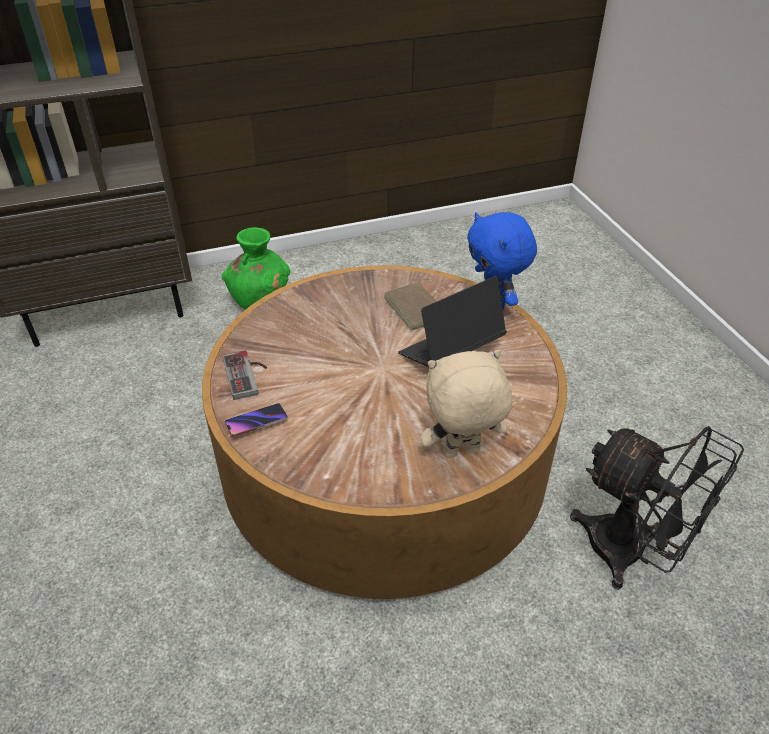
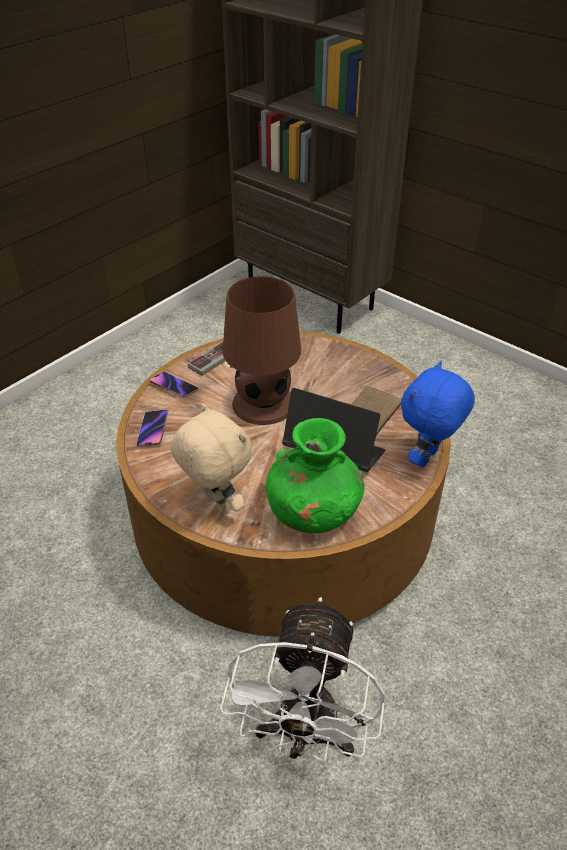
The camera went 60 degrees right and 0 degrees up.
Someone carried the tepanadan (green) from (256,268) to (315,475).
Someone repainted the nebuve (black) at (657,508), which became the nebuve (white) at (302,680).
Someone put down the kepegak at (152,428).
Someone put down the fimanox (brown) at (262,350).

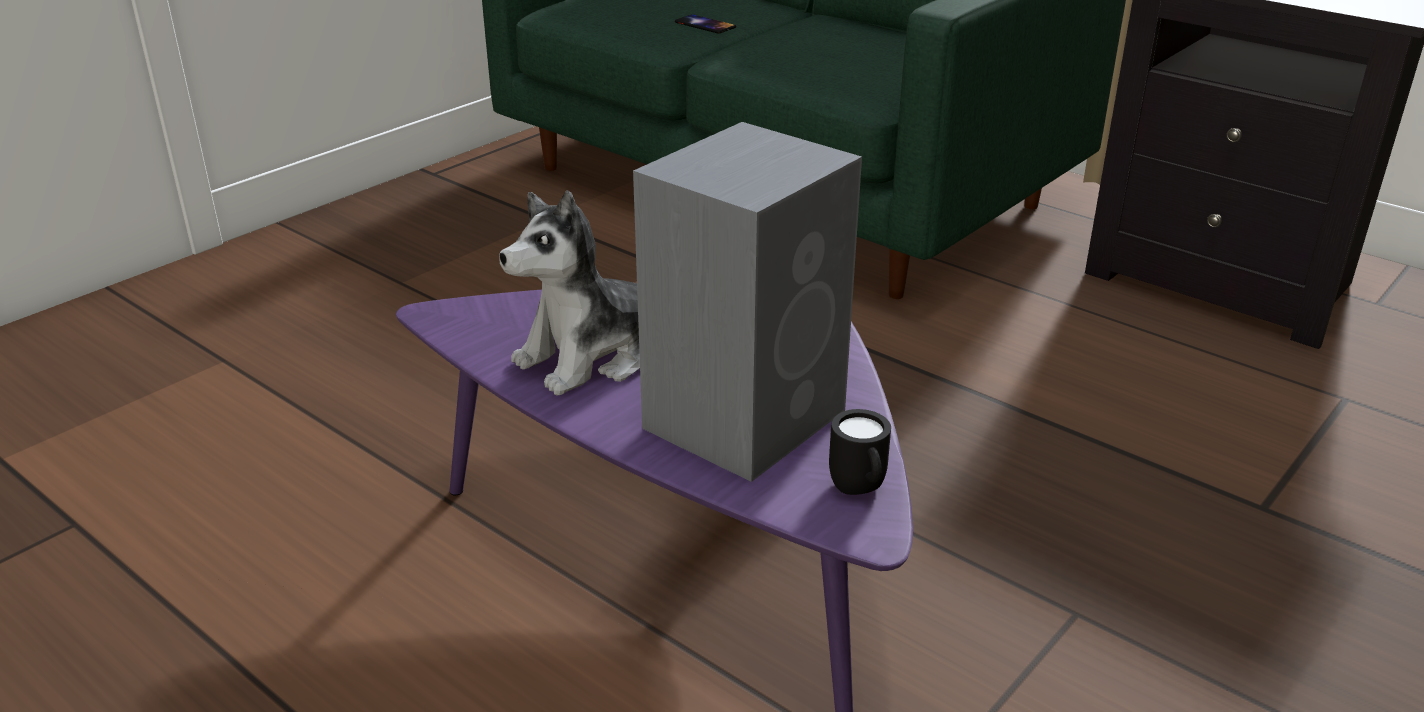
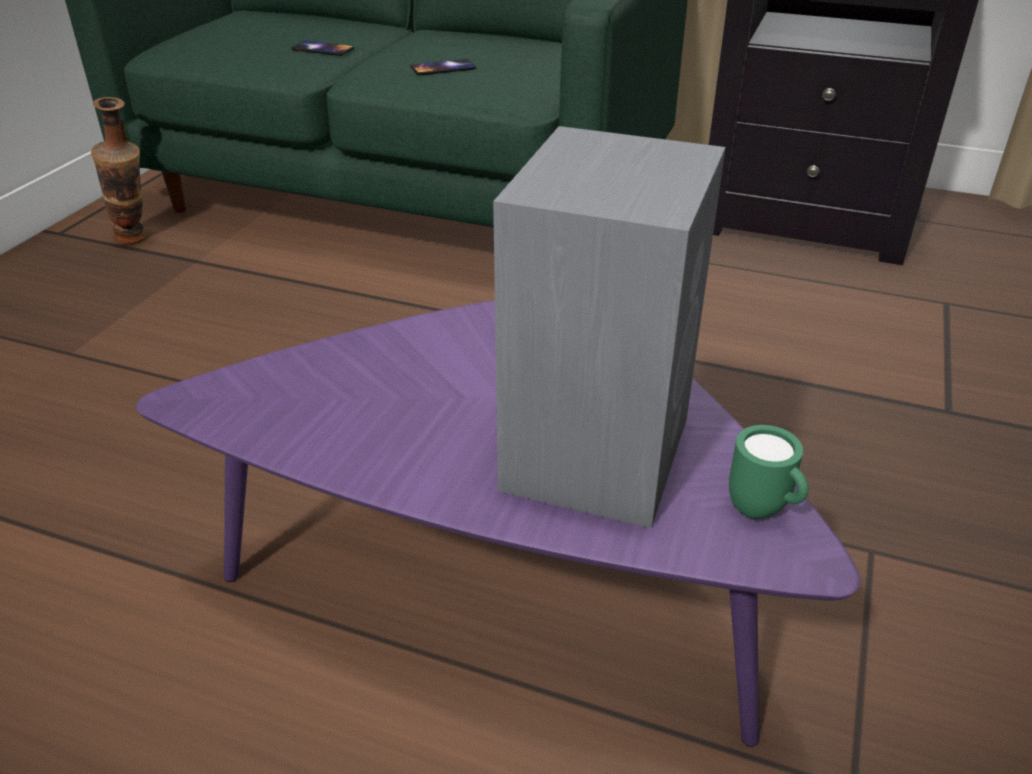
The camera went 20 degrees left and 5 degrees up.
Someone took away the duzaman at (569,292).
Someone repainted the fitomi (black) at (860,452), which became the fitomi (green) at (769,472).
Someone put down the tepanadan at (118,171).
Someone put down the kepegak at (443,67).

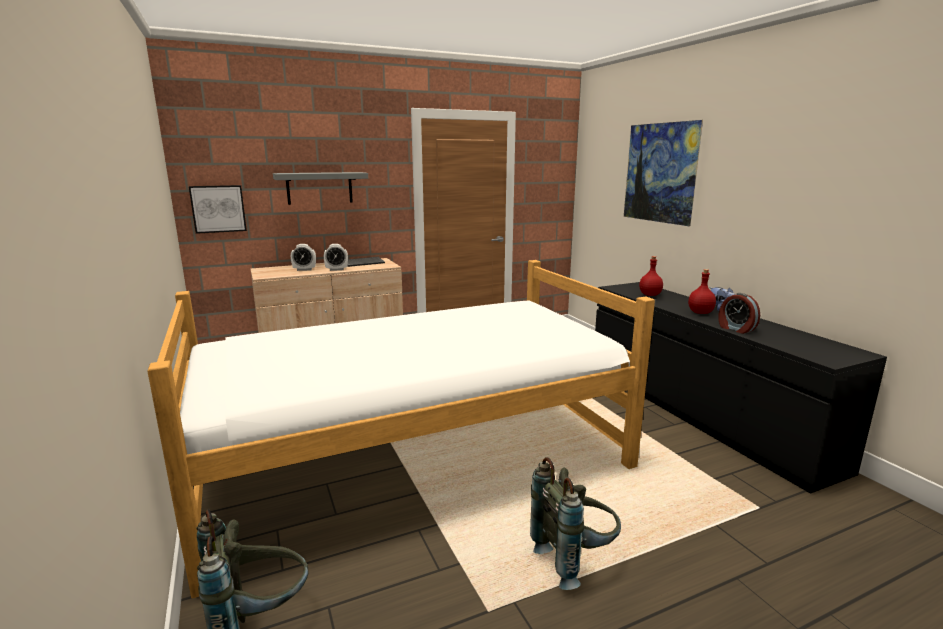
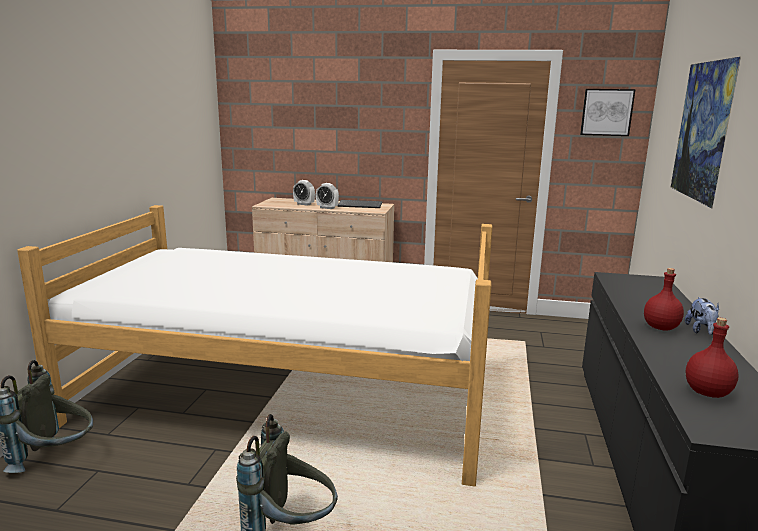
The camera went 35 degrees right and 0 degrees up.
Someone carried the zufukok from (218,209) to (608,112).
Someone took away the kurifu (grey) at (320,188).
Someone carried the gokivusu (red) from (651,276) to (712,358).
Someone took away the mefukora at (739,313).

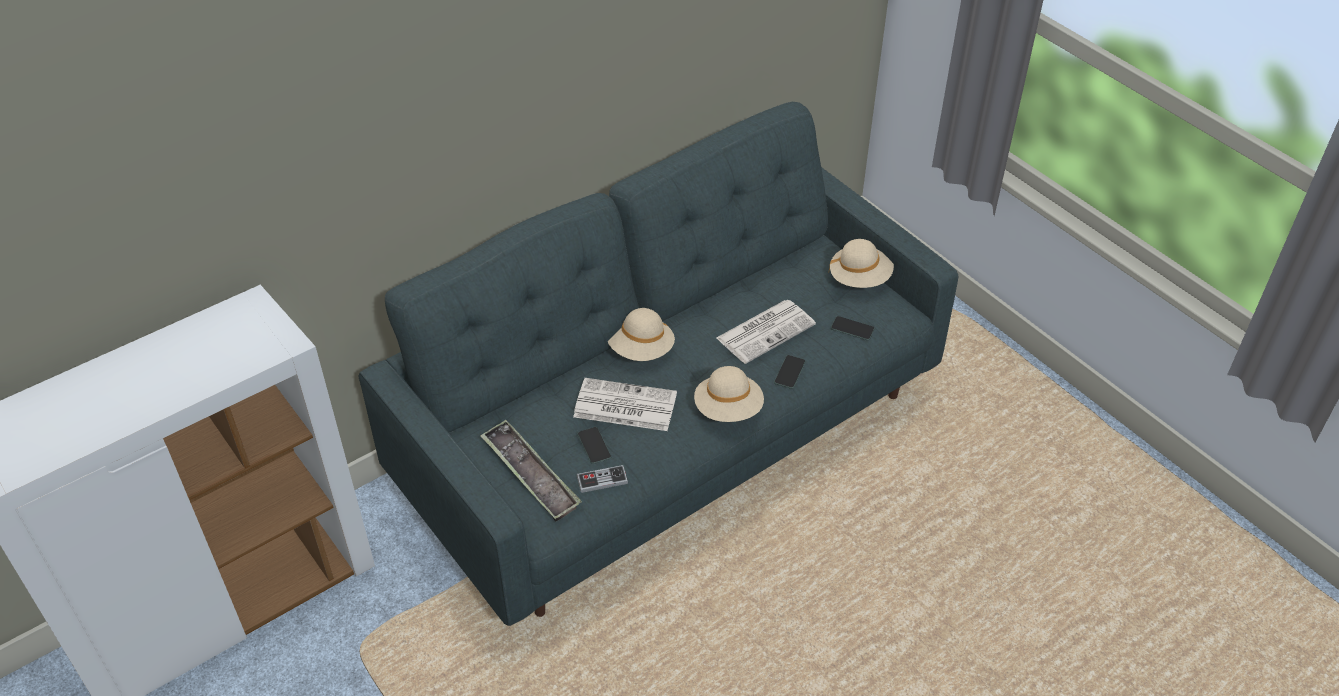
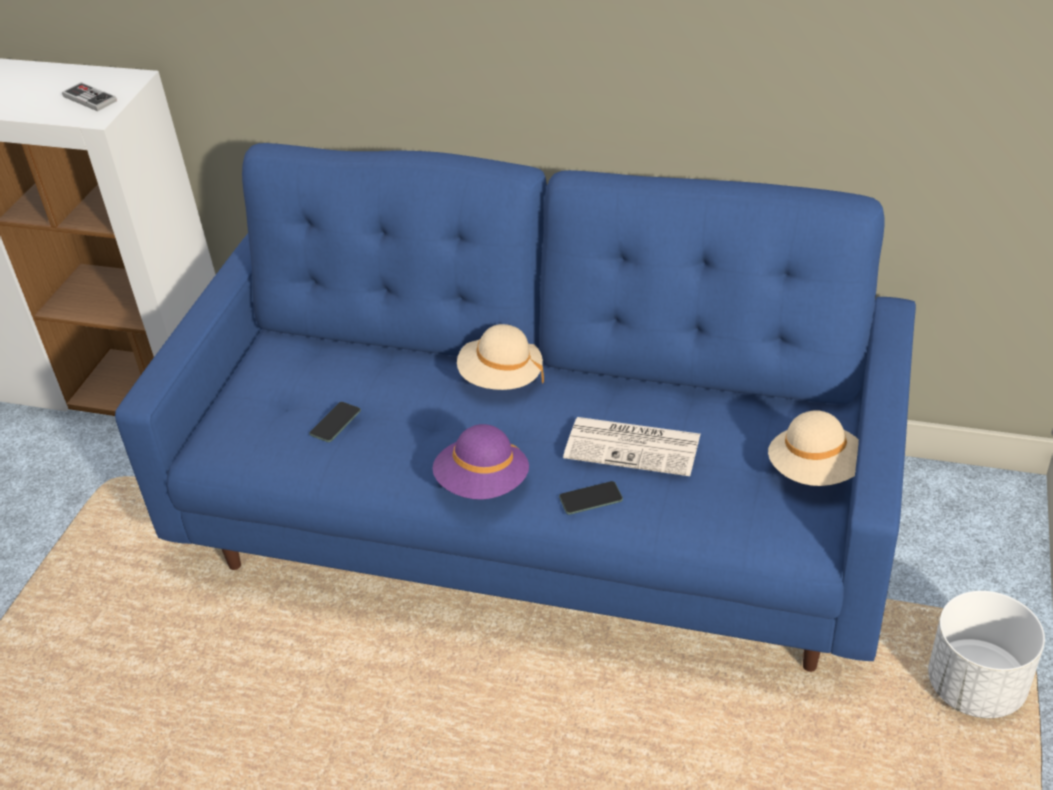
The camera went 55 degrees right and 5 degrees down.
Someone repainted the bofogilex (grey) at (658,364), which became the bofogilex (blue) at (515,407).
Someone took away the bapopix at (531,471).
Someone took away the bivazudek at (625,404).
Someone carried the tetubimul from (602,479) to (89,96).
Someone repainted the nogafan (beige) at (729,394), which became the nogafan (purple) at (480,462).
Someone took away the kepegak at (853,328).
Someone put down the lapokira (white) at (986,654).

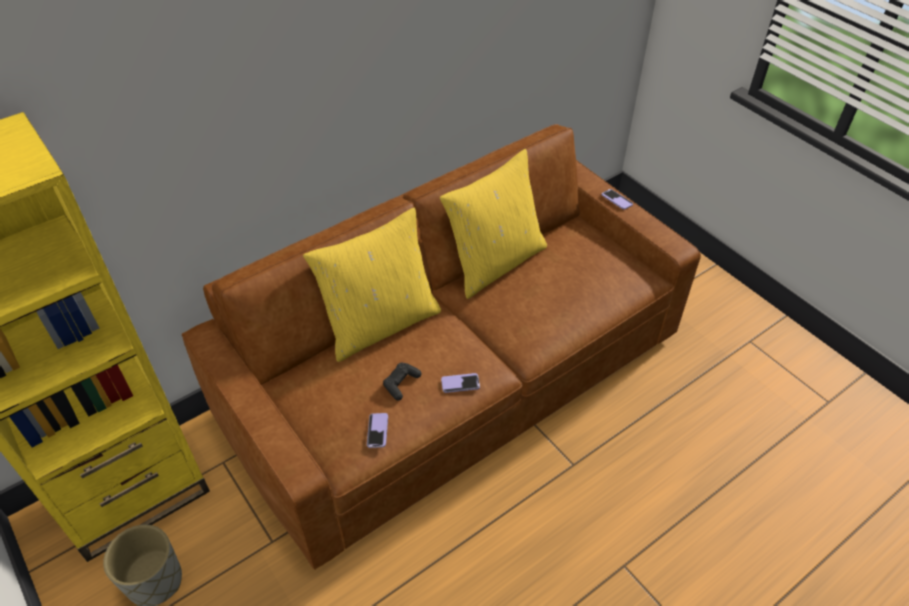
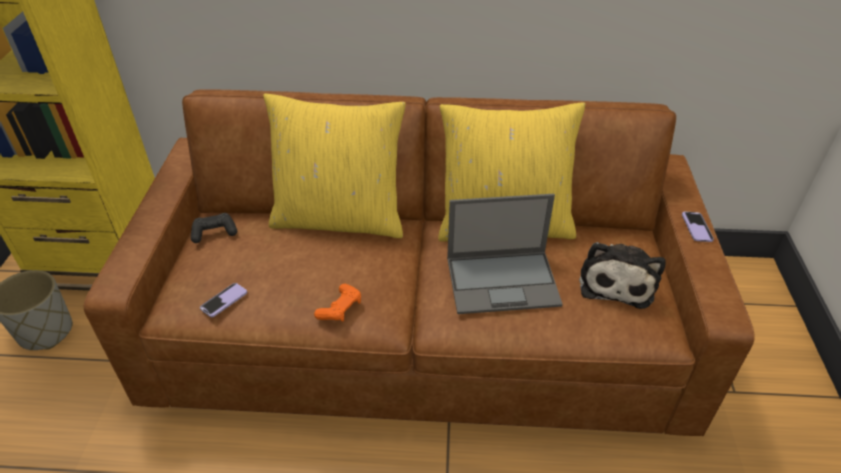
The camera went 40 degrees right and 5 degrees down.
Someone carried the tetubimul (black) from (402,381) to (214,228).
Someone swapped the kepegak at (460,383) for the tetubimul (orange) at (337,303).
Someone put down the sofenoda at (505,254).
Someone put down the duzaman at (622,275).

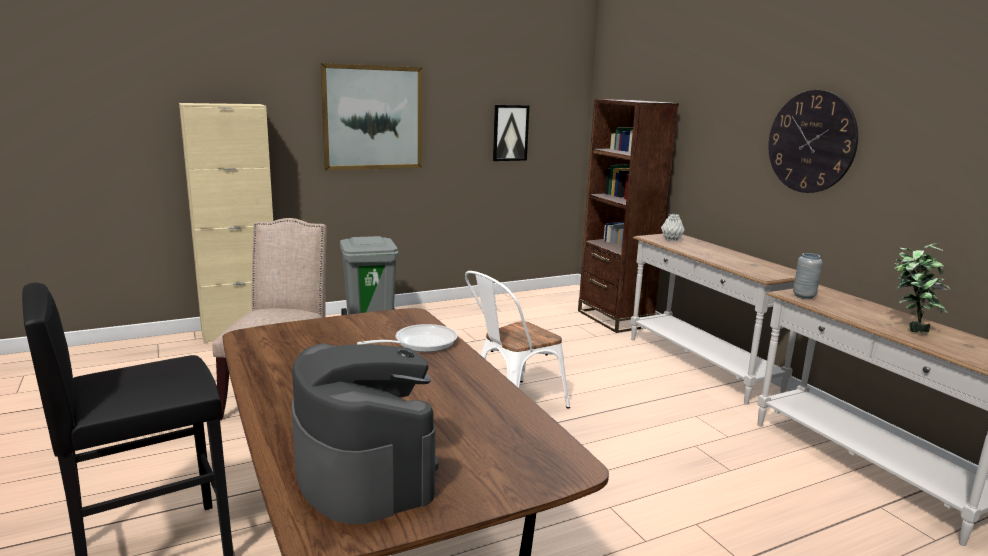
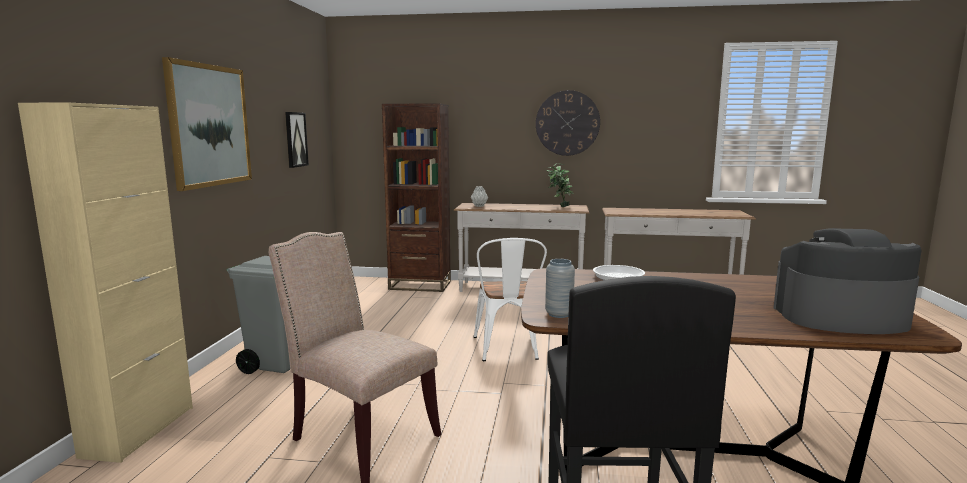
The camera went 55 degrees left and 5 degrees down.
Someone carried the tepanadan (grey) from (807,276) to (560,288).
Someone carried the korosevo from (922,287) to (560,185).

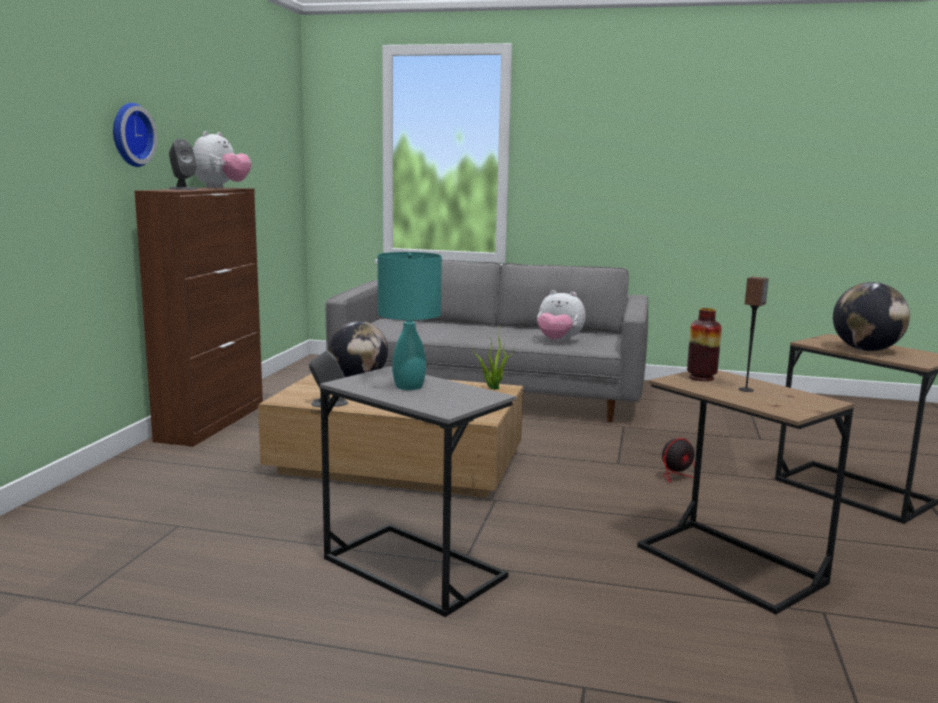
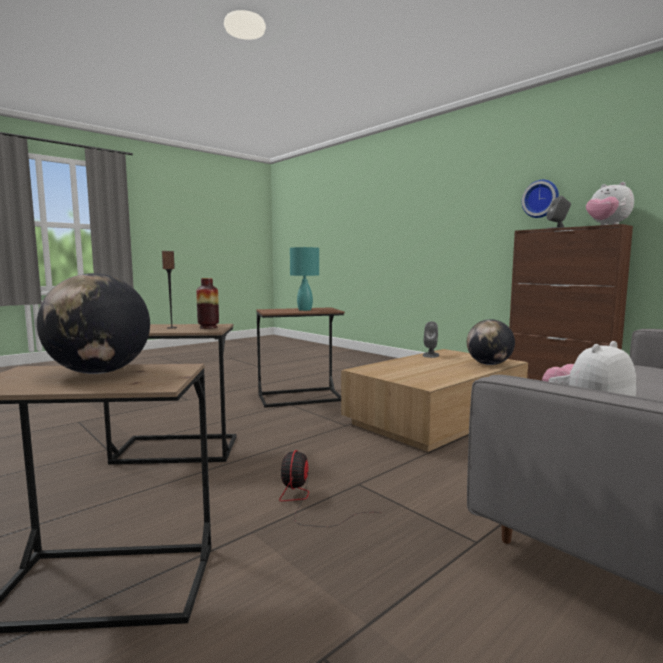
The camera went 125 degrees right and 5 degrees down.
Someone repainted the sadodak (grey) at (418,491), which became the sadodak (brown) at (300,357).
Someone took away the korosevo at (493,359).

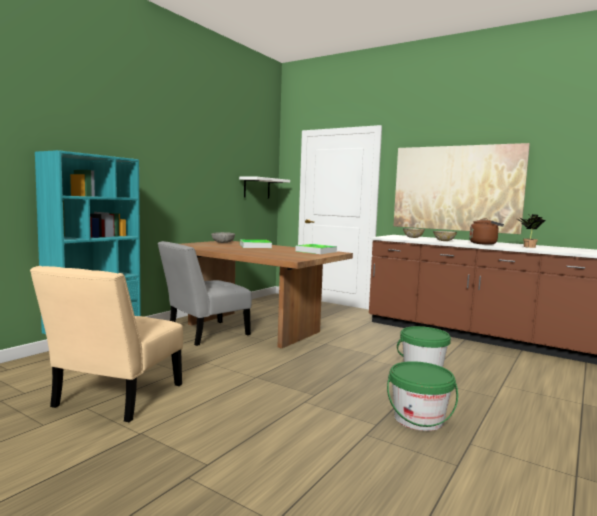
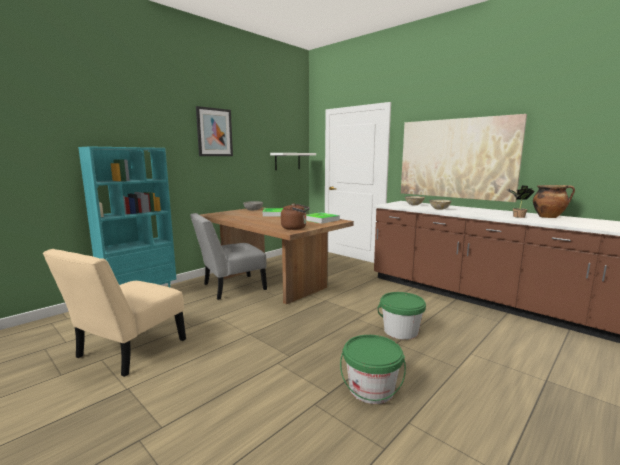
The camera went 10 degrees right and 5 degrees up.
Someone carried the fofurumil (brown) from (486,231) to (295,217).
Someone put up the zufukok at (214,131).
Someone put down the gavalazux at (554,201).

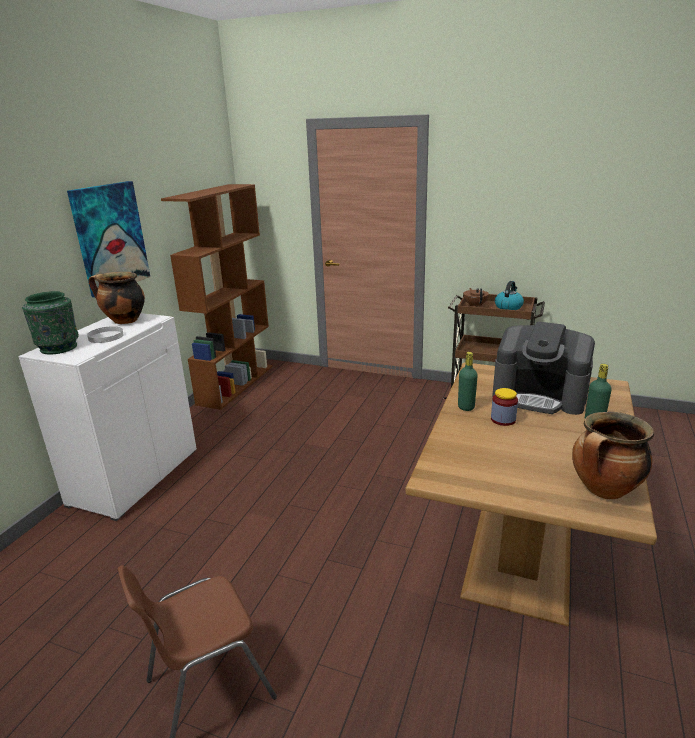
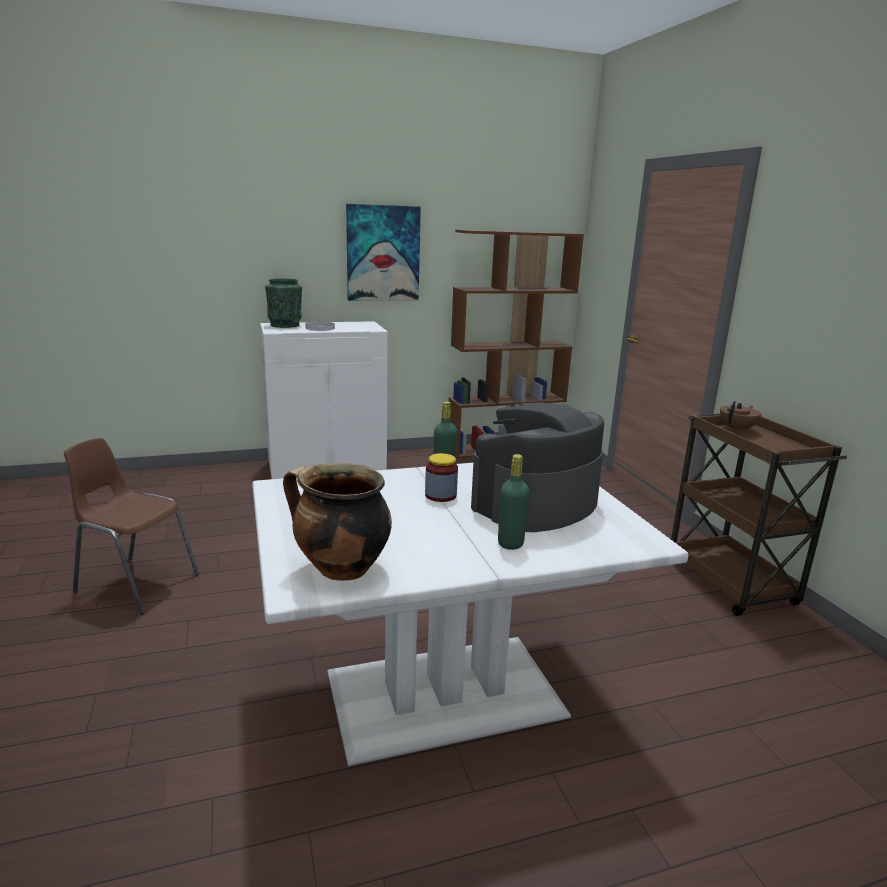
The camera went 50 degrees right and 5 degrees down.
Someone took away the gavalazux at (116,298).
Someone repainted the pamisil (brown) at (531,494), which became the pamisil (white) at (470,614).
Someone rotated the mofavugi at (543,368) by 60 degrees clockwise.
Someone took away the fofurumil at (509,295).

